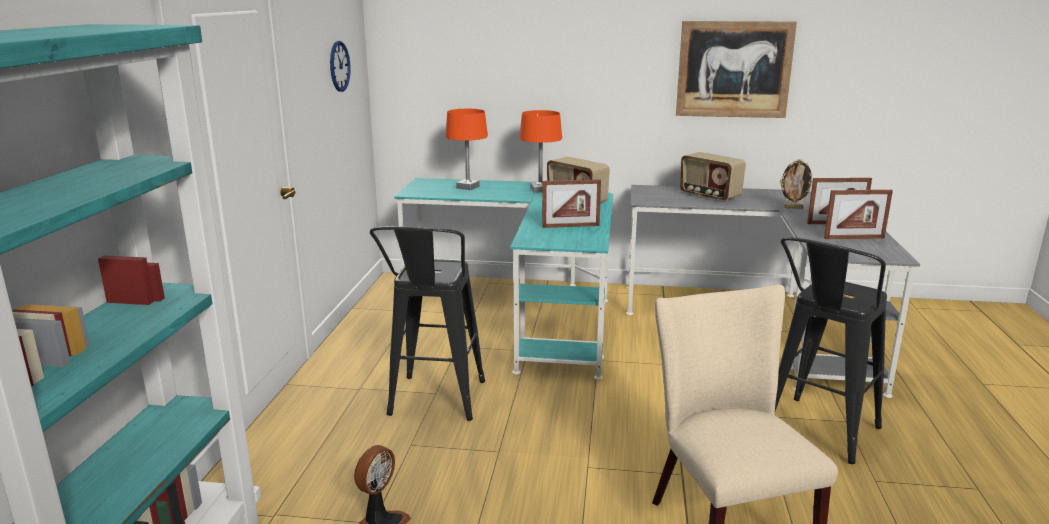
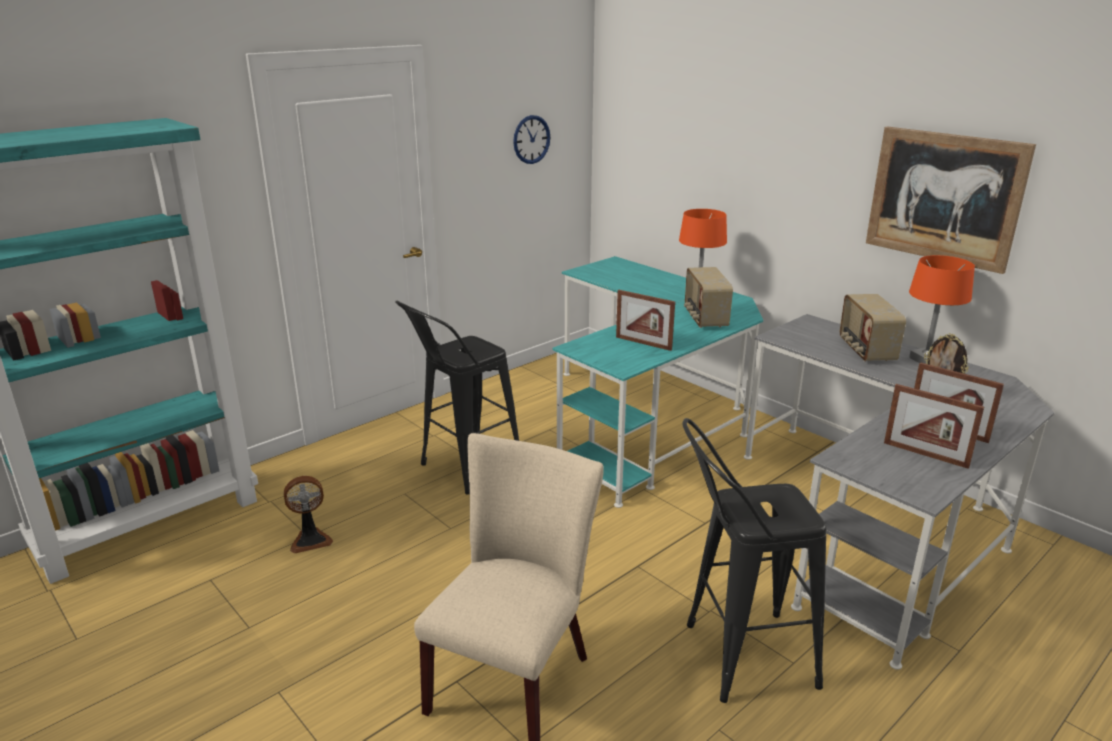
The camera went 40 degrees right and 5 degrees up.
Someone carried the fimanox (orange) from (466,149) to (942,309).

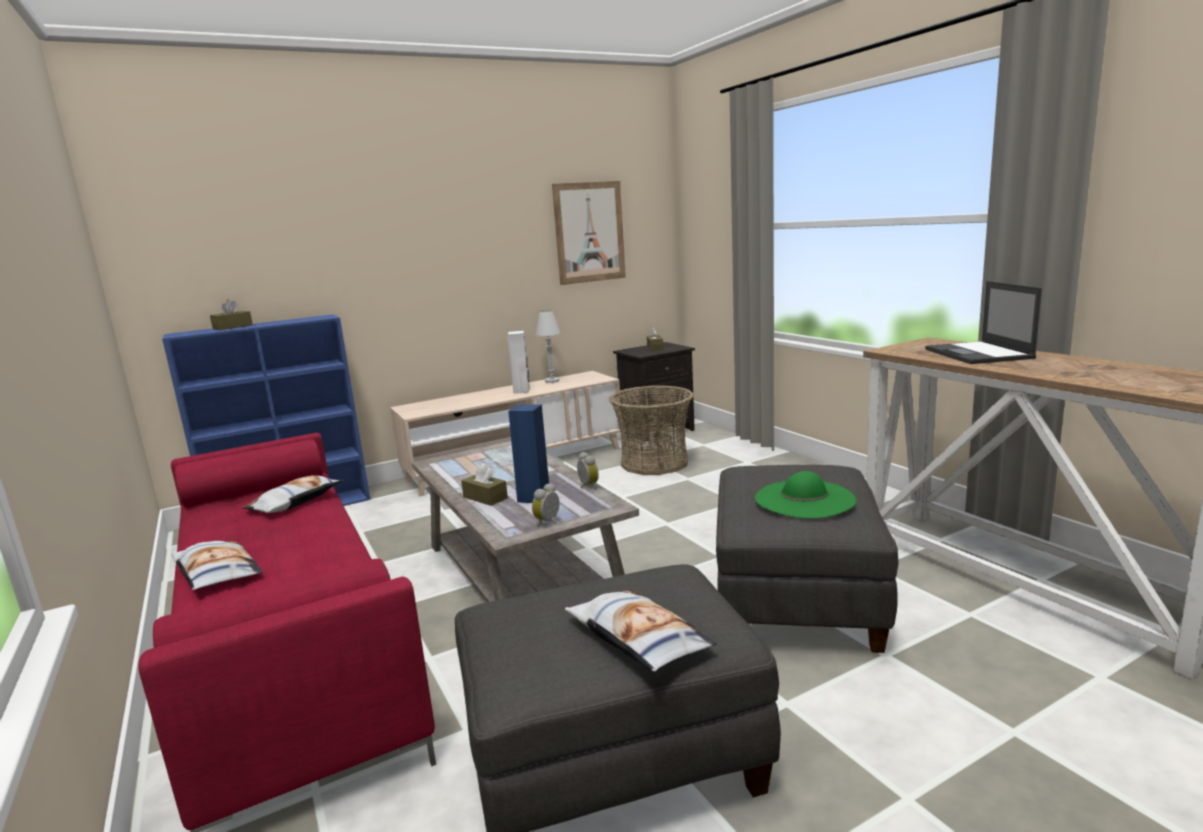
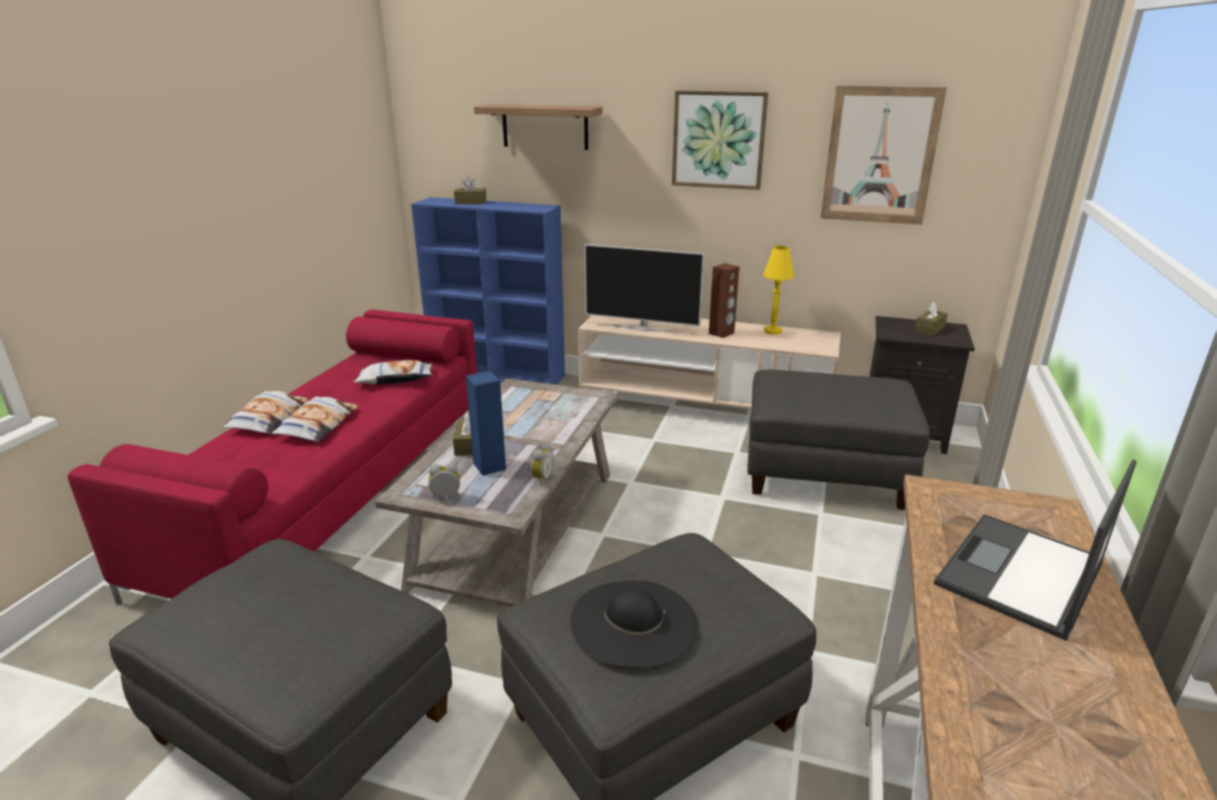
The camera went 45 degrees right and 10 degrees up.
Someone repainted the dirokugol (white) at (518,362), which became the dirokugol (brown) at (724,300).
Someone repainted the fimanox (white) at (547,346), which became the fimanox (yellow) at (778,290).
Someone carried the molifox from (641,631) to (315,419).
Someone swapped the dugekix at (651,430) for the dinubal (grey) at (838,439).
Someone repainted the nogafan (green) at (805,495), which became the nogafan (black) at (633,624).
Someone put up the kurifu at (538,127).
Someone put down the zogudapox at (644,288).
Someone put up the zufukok at (720,140).

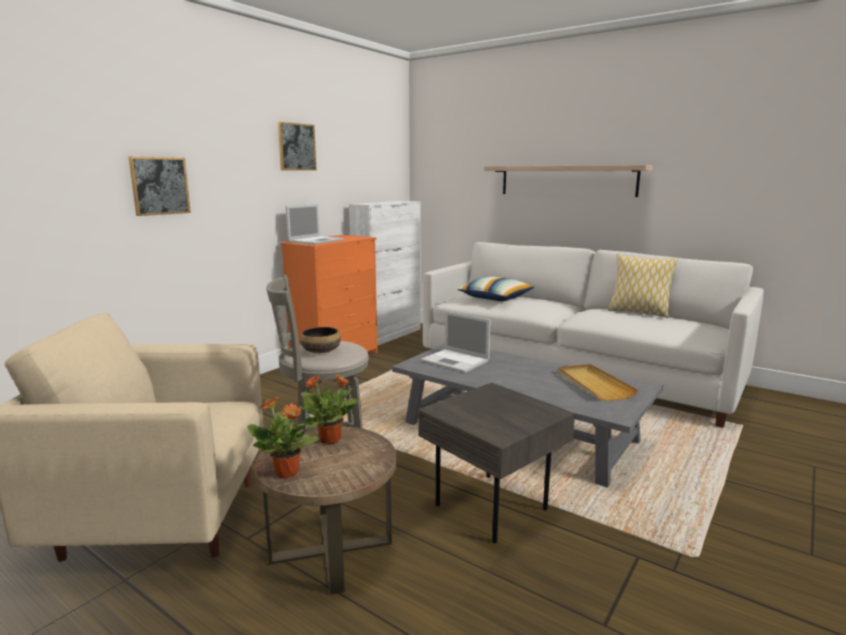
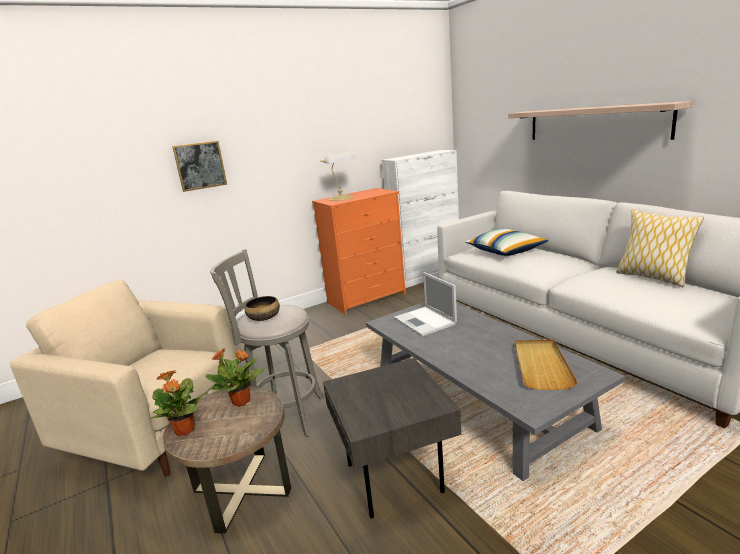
The camera went 25 degrees right and 5 degrees up.
Someone took away the zufukok at (297,146).
Someone swapped the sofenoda at (315,224) for the fimanox at (337,176).

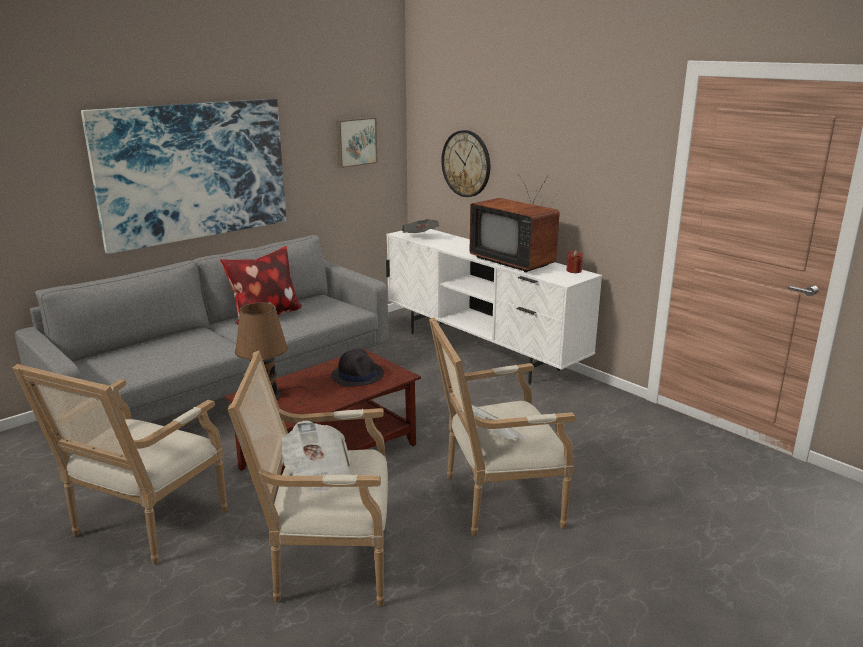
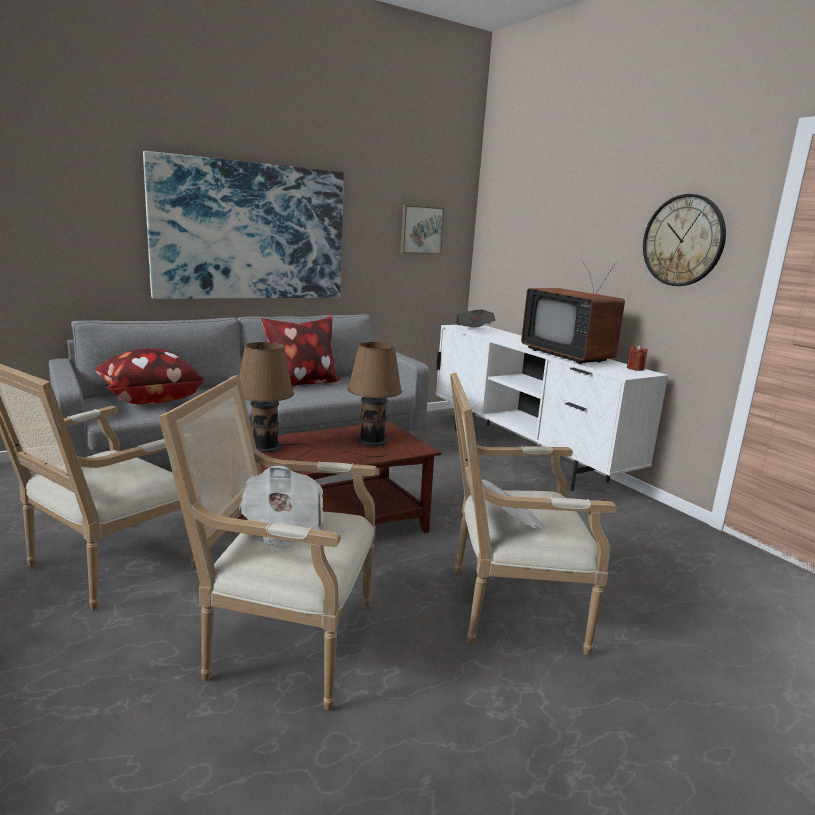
The camera went 10 degrees right and 5 degrees down.
Someone swapped the nogafan (black) at (357,368) for the fimanox (brown) at (372,399).
Someone carried the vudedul from (465,163) to (684,240).
Someone put down the molifox at (150,376).

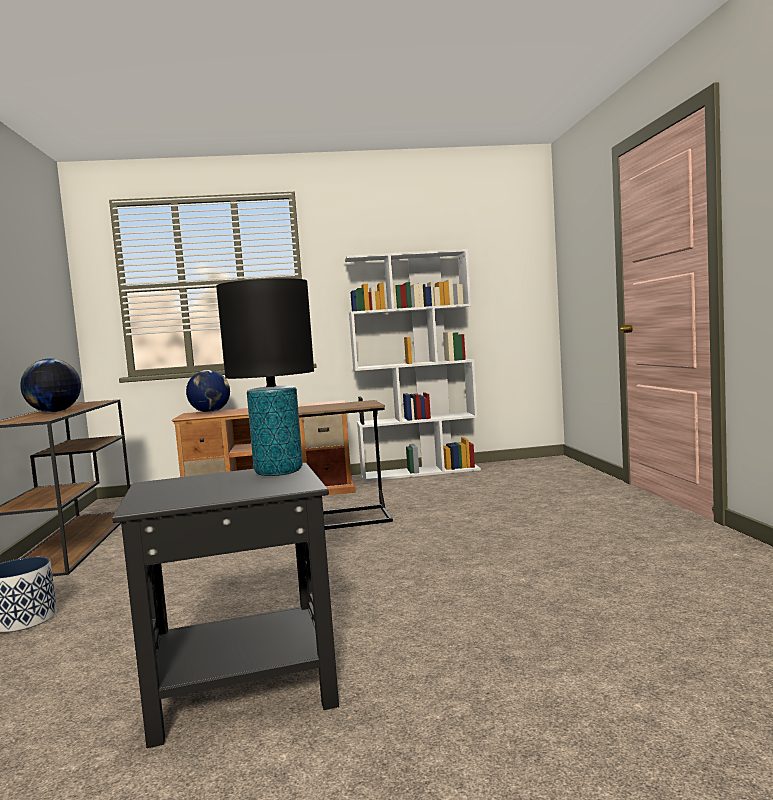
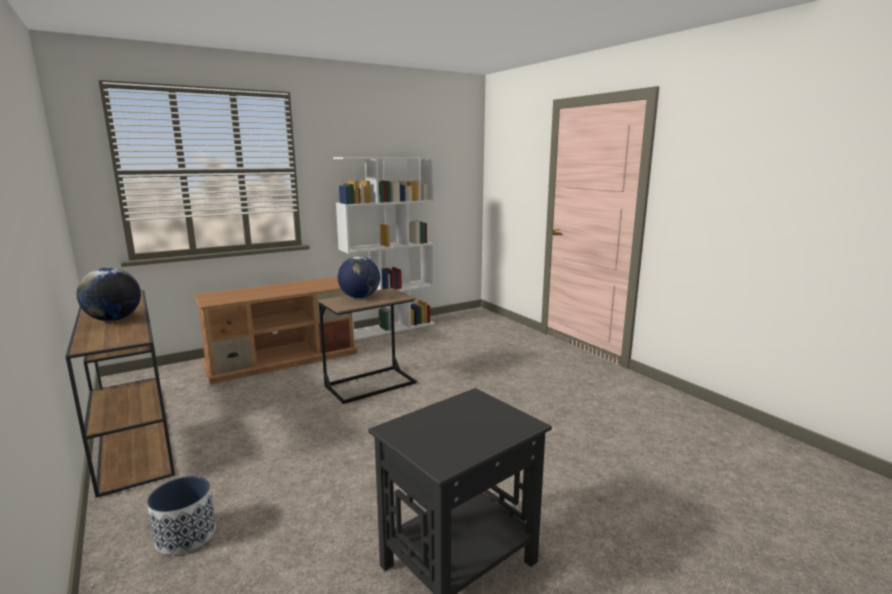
The camera went 25 degrees left and 10 degrees up.
Someone carried the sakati from (208,391) to (359,277).
Someone took away the fimanox (black) at (265,377).

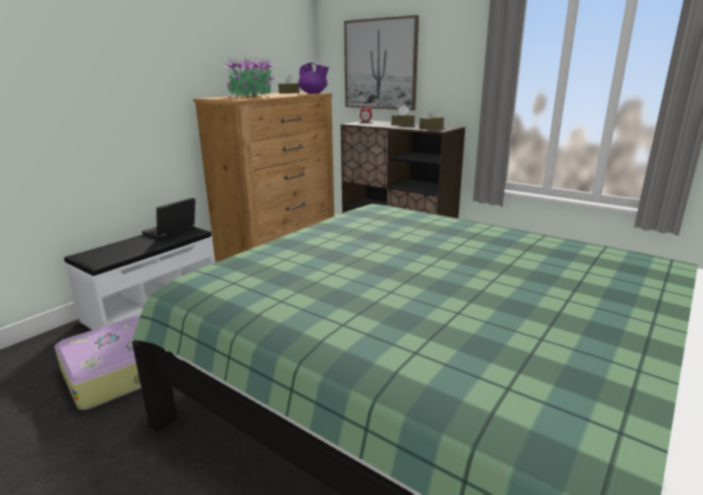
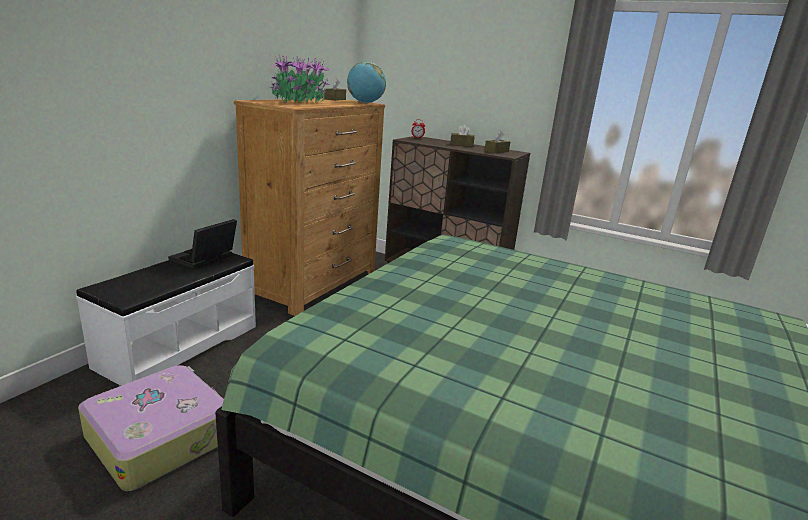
The camera went 10 degrees left and 0 degrees up.
Someone swapped the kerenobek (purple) at (313,78) for the sakati at (366,82).
Someone took away the zufukok at (381,62).

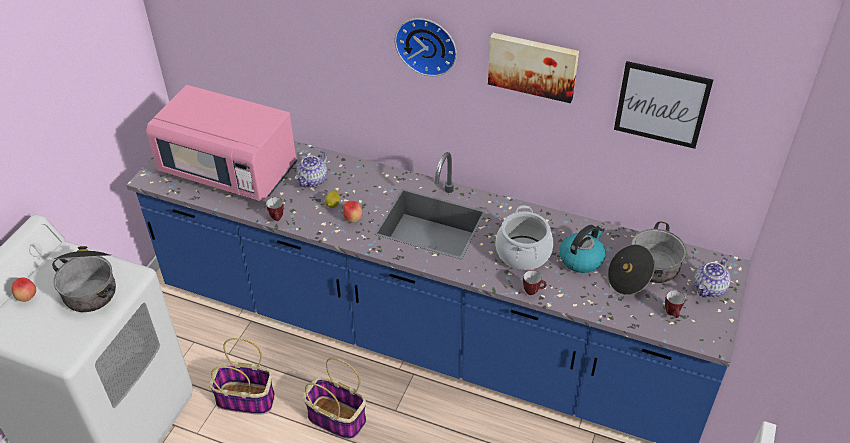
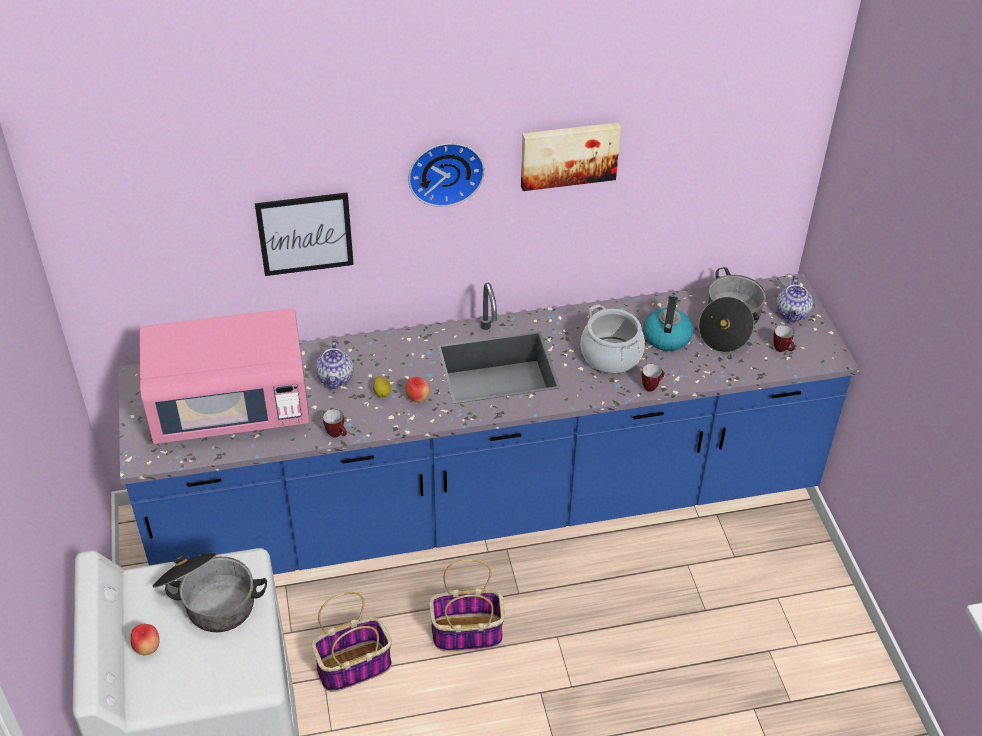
The camera went 35 degrees left and 0 degrees up.
Someone carried the zufukok from (663,105) to (304,234).

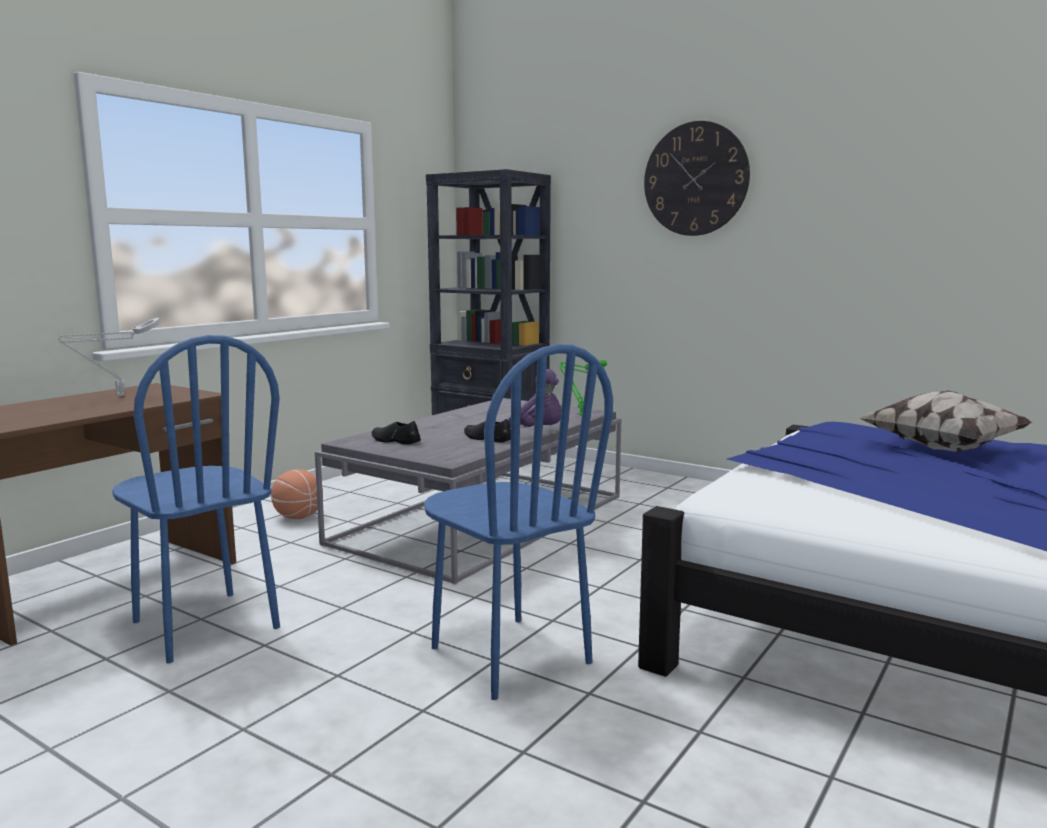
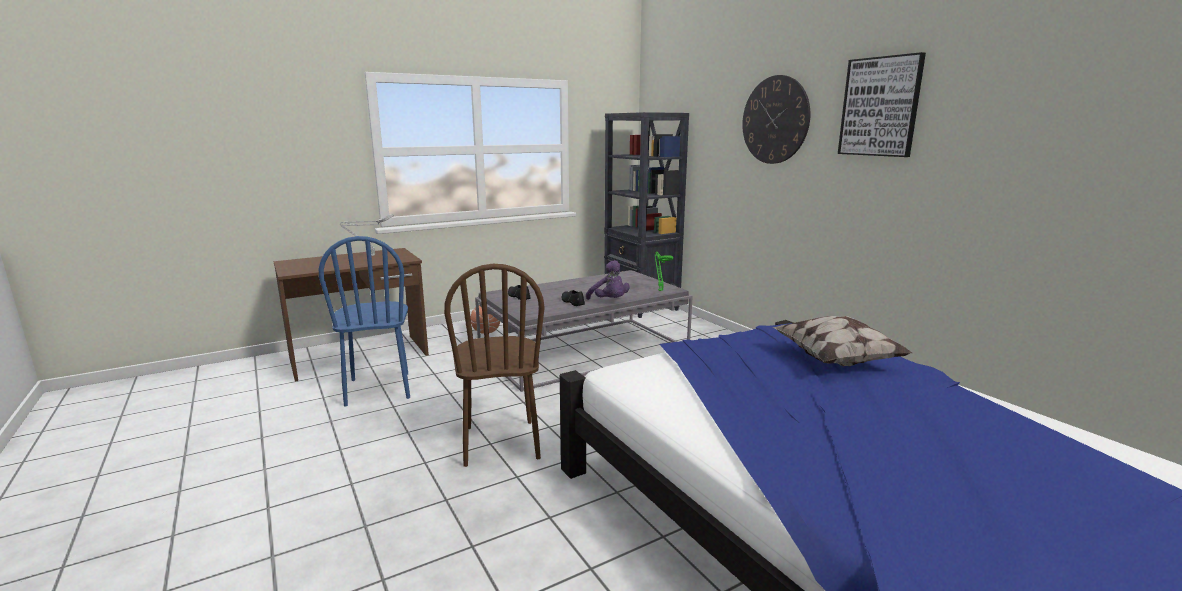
The camera went 25 degrees right and 5 degrees up.
Someone repainted the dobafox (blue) at (518,522), which became the dobafox (brown) at (494,365).
Someone put up the zufukok at (882,104).

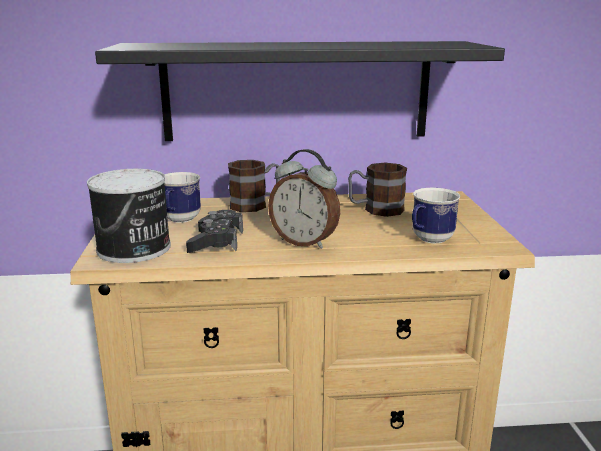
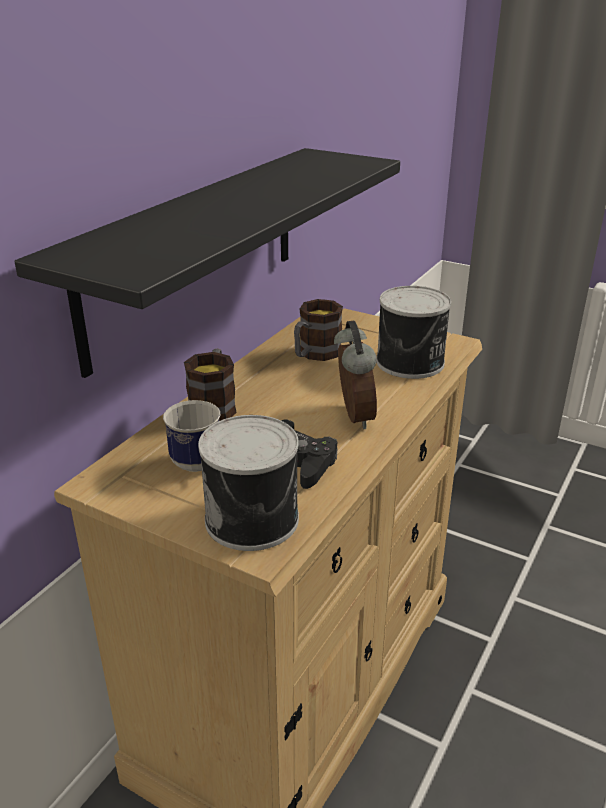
The camera went 55 degrees left and 10 degrees up.
Someone rotated the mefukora at (304,199) by 75 degrees counterclockwise.
Someone swapped the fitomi at (436,215) for the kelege at (413,332).

